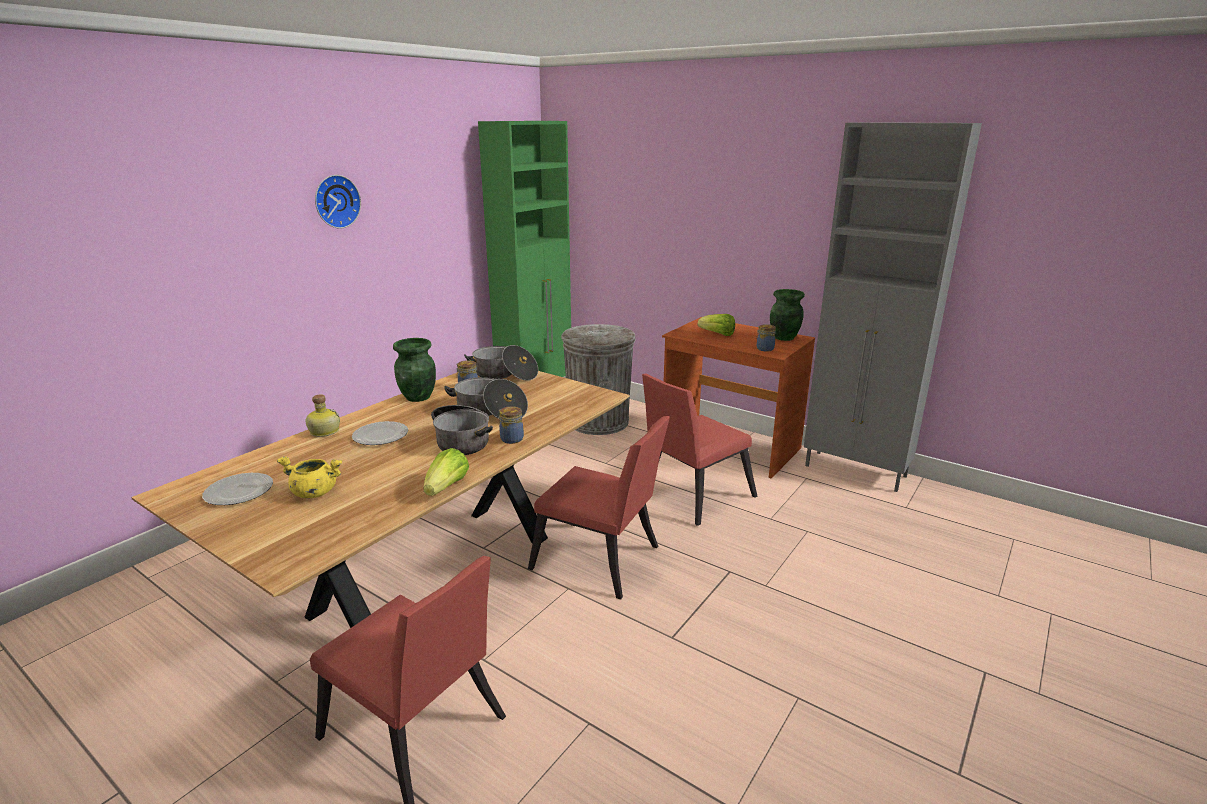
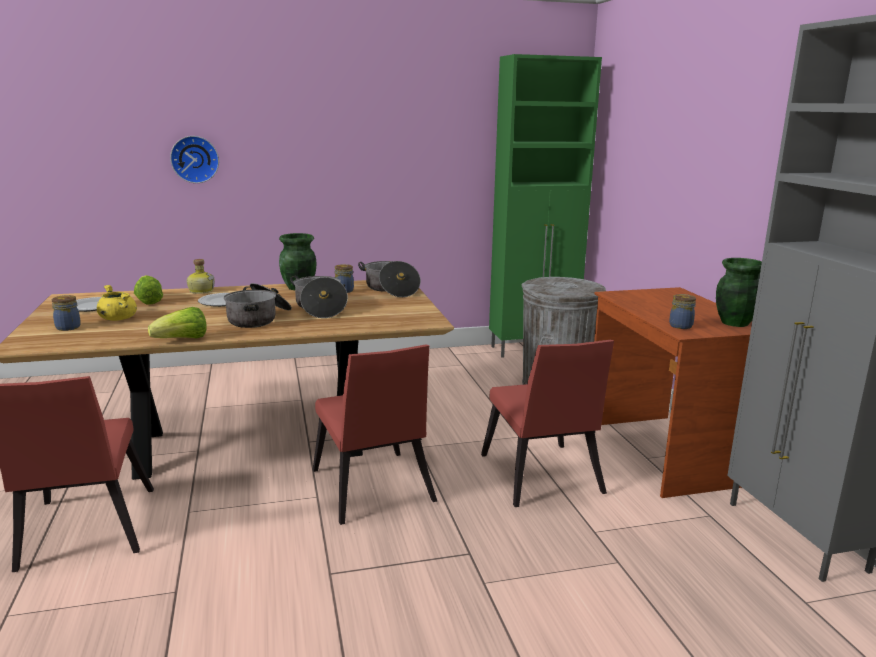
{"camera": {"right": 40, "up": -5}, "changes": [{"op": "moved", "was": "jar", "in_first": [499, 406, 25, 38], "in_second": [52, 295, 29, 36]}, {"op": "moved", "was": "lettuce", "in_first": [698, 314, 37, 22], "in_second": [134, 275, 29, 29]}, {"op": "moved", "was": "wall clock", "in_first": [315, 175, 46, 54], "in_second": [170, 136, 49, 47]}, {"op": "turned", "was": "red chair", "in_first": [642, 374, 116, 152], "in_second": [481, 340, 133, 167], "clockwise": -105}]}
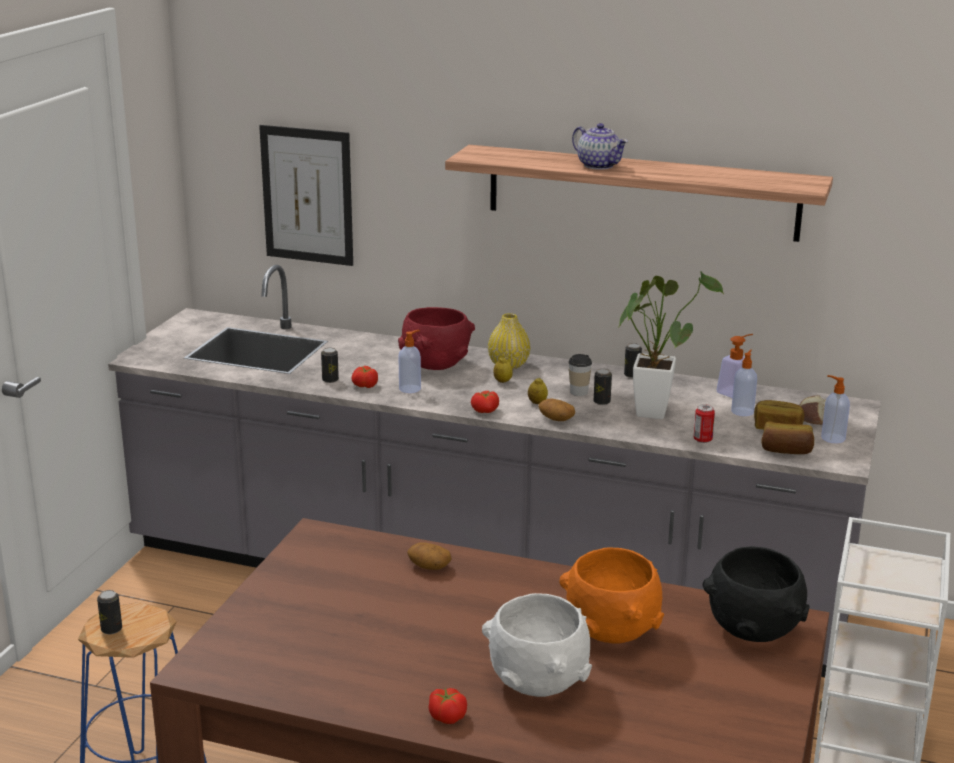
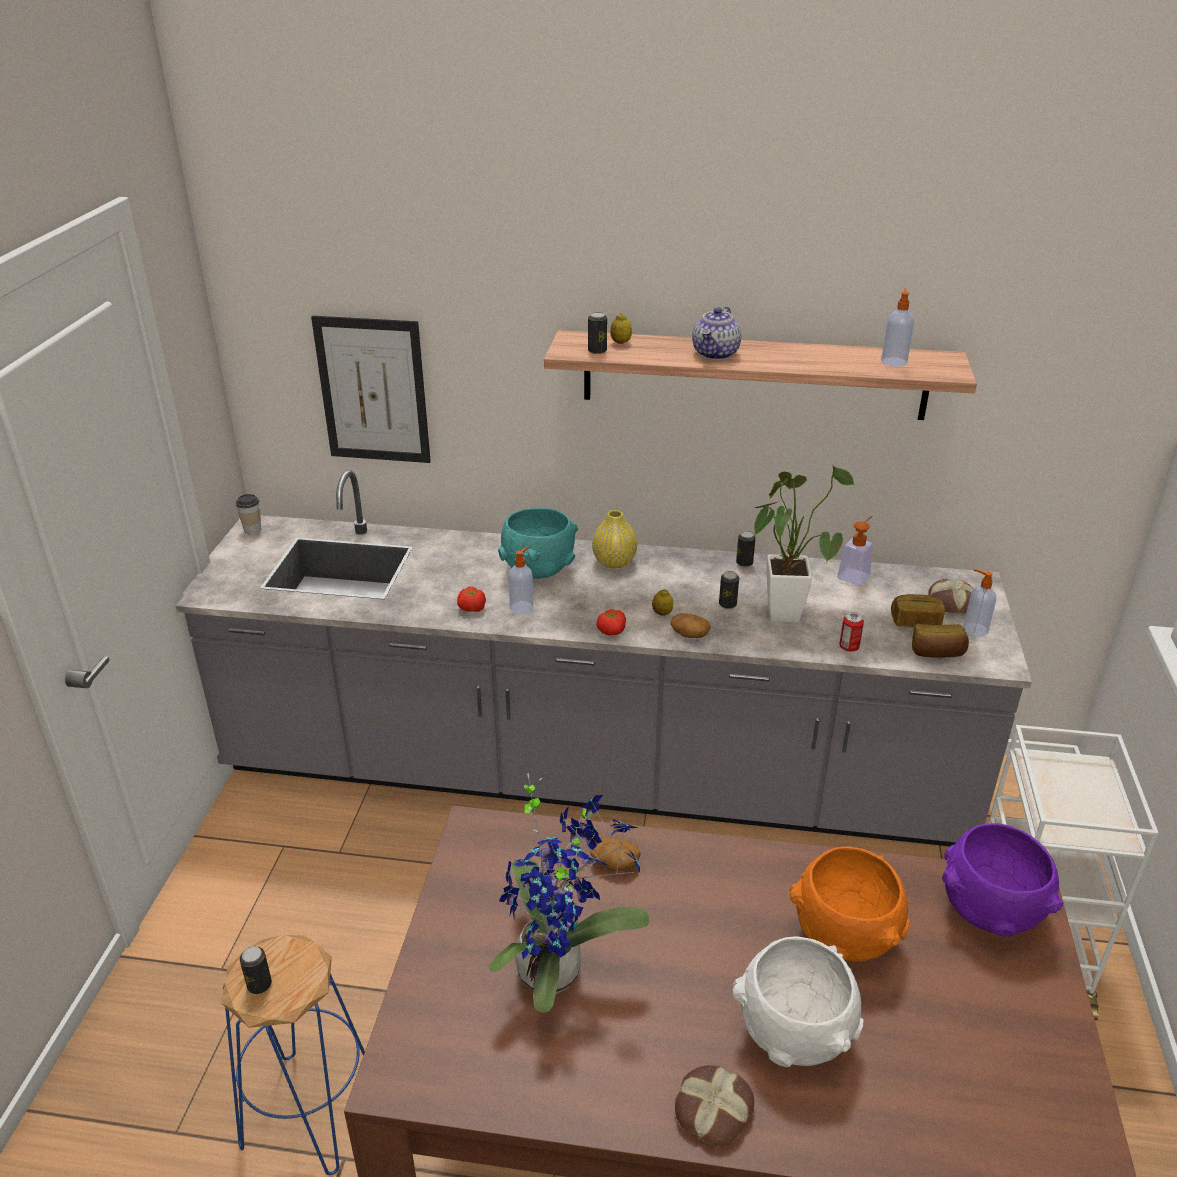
{"camera": {"right": -10, "up": 10}, "changes": [{"op": "moved", "was": "cup", "in_first": [568, 354, 24, 42], "in_second": [236, 494, 25, 41]}, {"op": "added", "now": "potted plant", "in_second": [489, 773, 161, 240]}, {"op": "recoloured", "was": "red bowl", "now": "turquoise bowl", "in_first": [398, 307, 77, 63], "in_second": [498, 508, 80, 71]}, {"op": "moved", "was": "can", "in_first": [321, 348, 18, 35], "in_second": [588, 312, 19, 42]}, {"op": "moved", "was": "lemon", "in_first": [494, 357, 19, 26], "in_second": [610, 314, 22, 30]}, {"op": "replaced", "was": "tomato", "now": "bread", "in_first": [428, 688, 39, 36], "in_second": [675, 1065, 79, 81]}, {"op": "turned", "was": "teapot", "in_first": [572, 123, 56, 47], "in_second": [692, 307, 49, 53], "clockwise": 75}, {"op": "moved", "was": "soap dispenser", "in_first": [731, 349, 26, 67], "in_second": [881, 288, 33, 79]}, {"op": "recoloured", "was": "black bowl", "now": "purple bowl", "in_first": [703, 546, 107, 96], "in_second": [942, 823, 121, 113]}]}
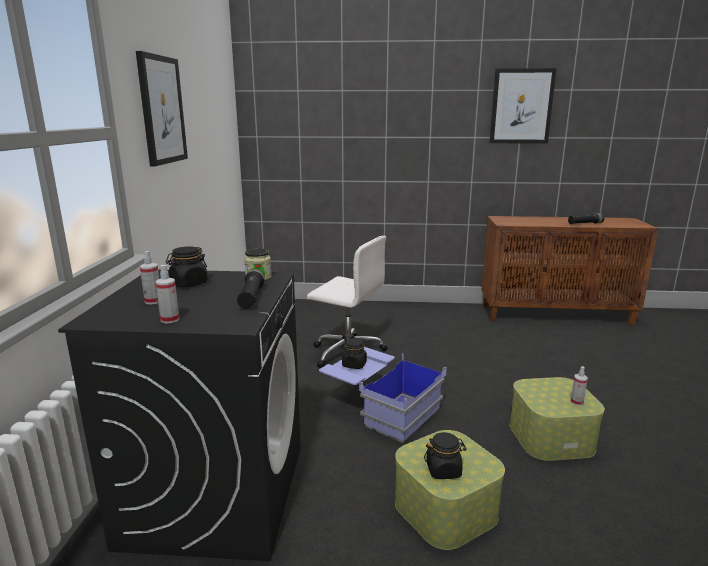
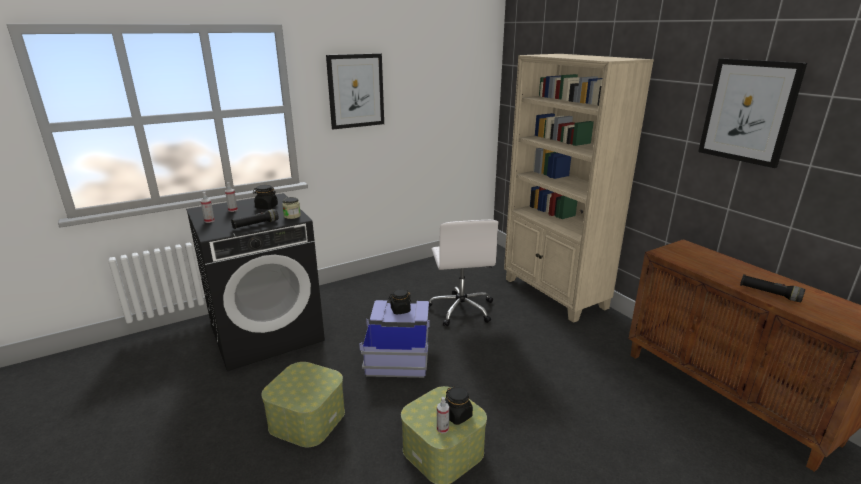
{"camera": {"right": 55, "up": 5}, "changes": [{"op": "moved", "was": "black jar", "in_first": [424, 432, 43, 47], "in_second": [445, 386, 28, 39]}, {"op": "added", "now": "beige bookcase", "in_second": [504, 54, 150, 269]}]}
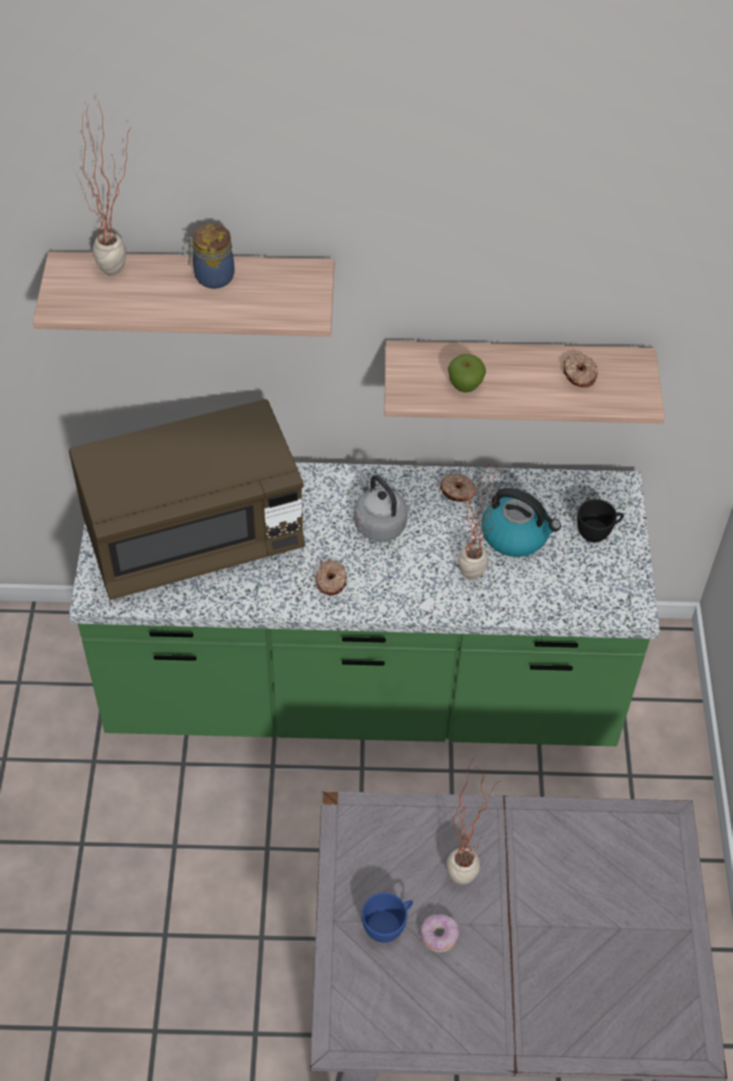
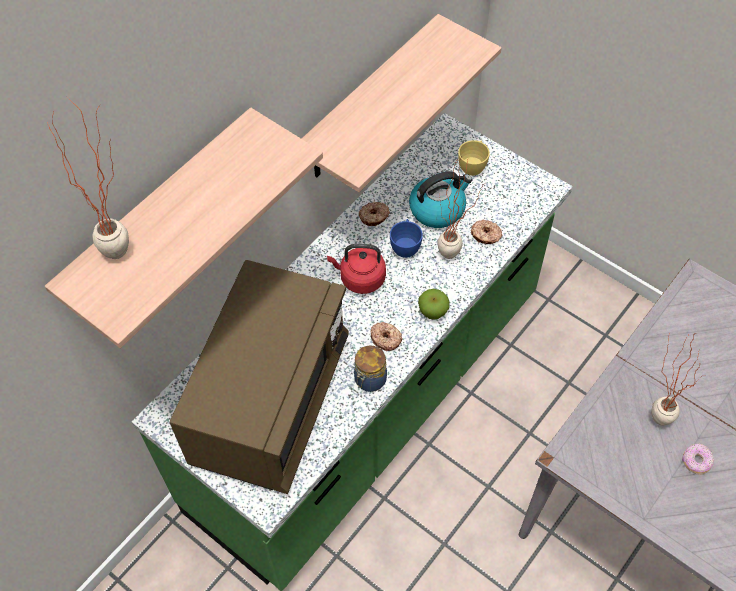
{"camera": {"right": -50, "up": 5}, "changes": [{"op": "recoloured", "was": "grey kettle", "now": "red kettle", "in_first": [354, 474, 54, 67], "in_second": [327, 244, 59, 50]}, {"op": "moved", "was": "jar", "in_first": [187, 224, 48, 65], "in_second": [354, 345, 33, 47]}, {"op": "moved", "was": "blue cup", "in_first": [362, 892, 51, 51], "in_second": [390, 219, 33, 39]}, {"op": "moved", "was": "apple", "in_first": [448, 354, 38, 38], "in_second": [418, 289, 32, 31]}, {"op": "recoloured", "was": "black cup", "now": "yellow cup", "in_first": [577, 499, 47, 44], "in_second": [458, 140, 32, 36]}, {"op": "moved", "was": "donut", "in_first": [564, 354, 34, 34], "in_second": [471, 219, 32, 25]}]}
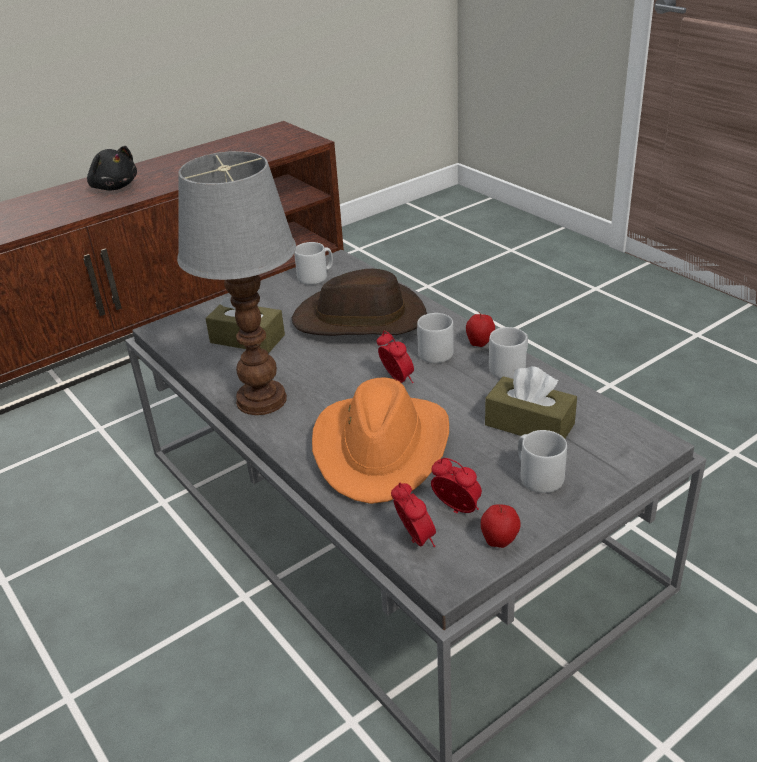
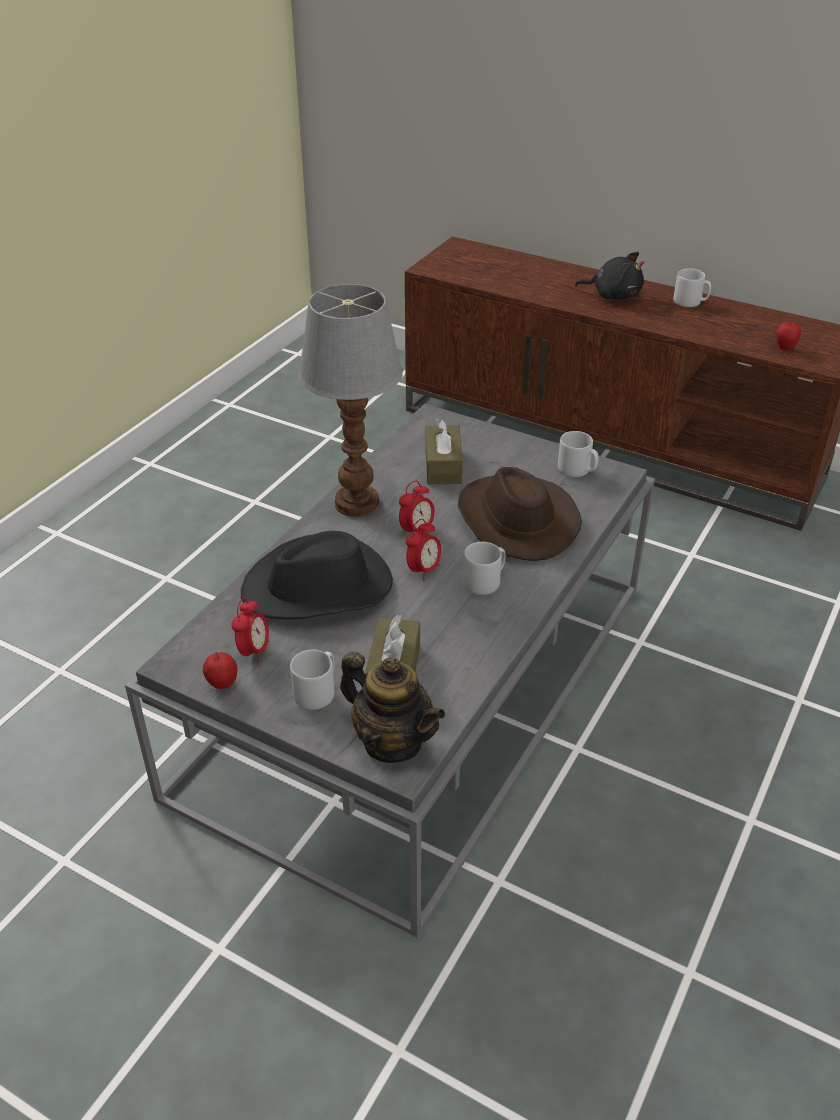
{"camera": {"right": 65, "up": 5}, "changes": [{"op": "recoloured", "was": "orange hat", "now": "black hat", "in_first": [312, 377, 137, 127], "in_second": [241, 531, 152, 88]}, {"op": "added", "now": "teapot", "in_second": [340, 651, 105, 112]}, {"op": "moved", "was": "alarm clock", "in_first": [391, 482, 45, 65], "in_second": [399, 481, 36, 52]}, {"op": "turned", "was": "black plush toy", "in_first": [87, 146, 50, 44], "in_second": [575, 252, 69, 48], "clockwise": -90}, {"op": "moved", "was": "grey mug", "in_first": [489, 327, 39, 52], "in_second": [673, 269, 38, 38]}, {"op": "moved", "was": "apple", "in_first": [466, 312, 29, 35], "in_second": [776, 319, 25, 31]}]}
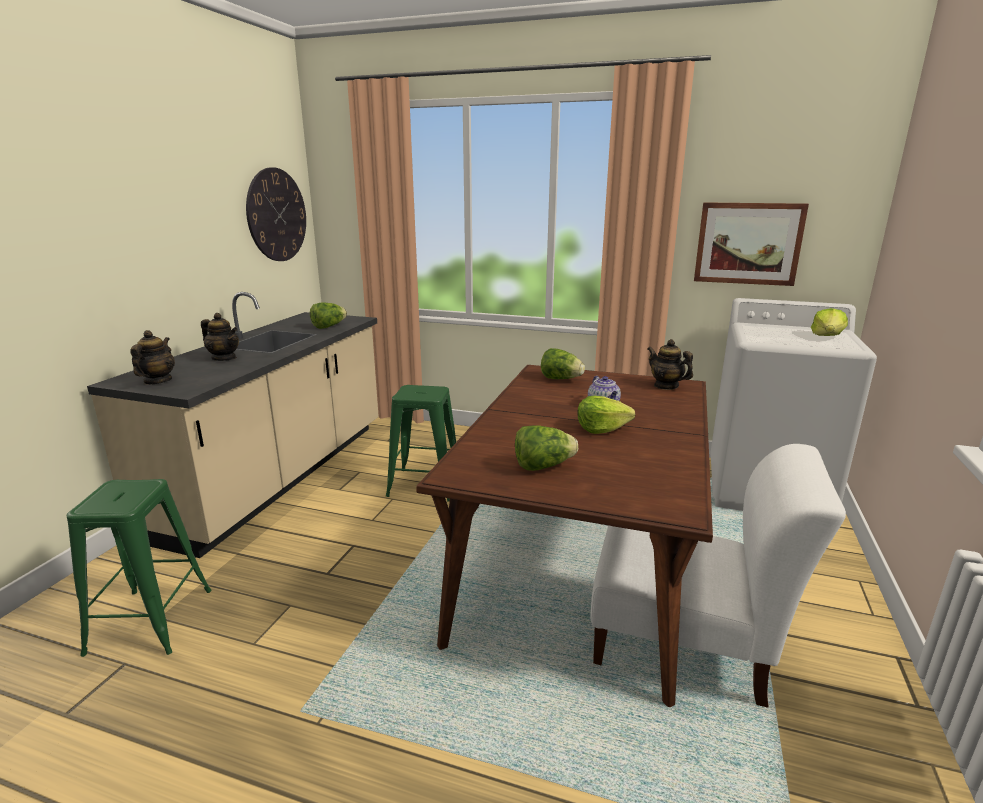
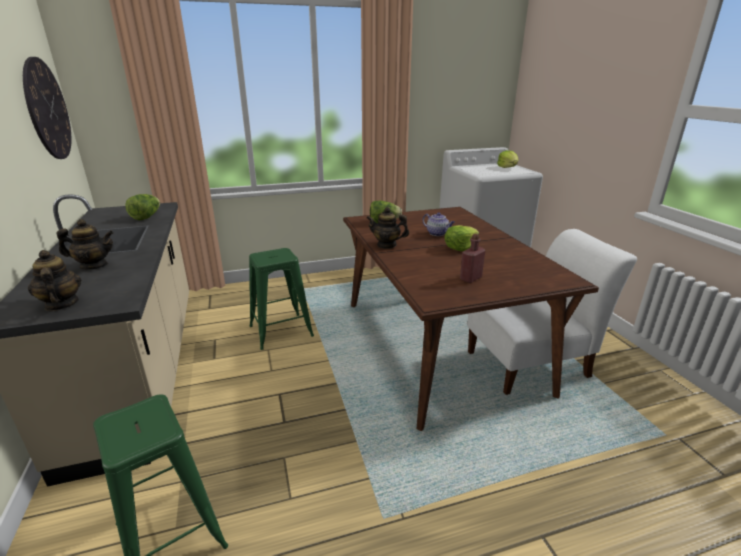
{"camera": {"right": -35, "up": 5}, "changes": [{"op": "moved", "was": "teapot", "in_first": [648, 339, 45, 51], "in_second": [367, 207, 42, 42]}, {"op": "replaced", "was": "lettuce", "now": "red bottle", "in_first": [515, 425, 63, 46], "in_second": [460, 234, 25, 49]}, {"op": "removed", "was": "picture", "in_first": [694, 202, 115, 84]}]}
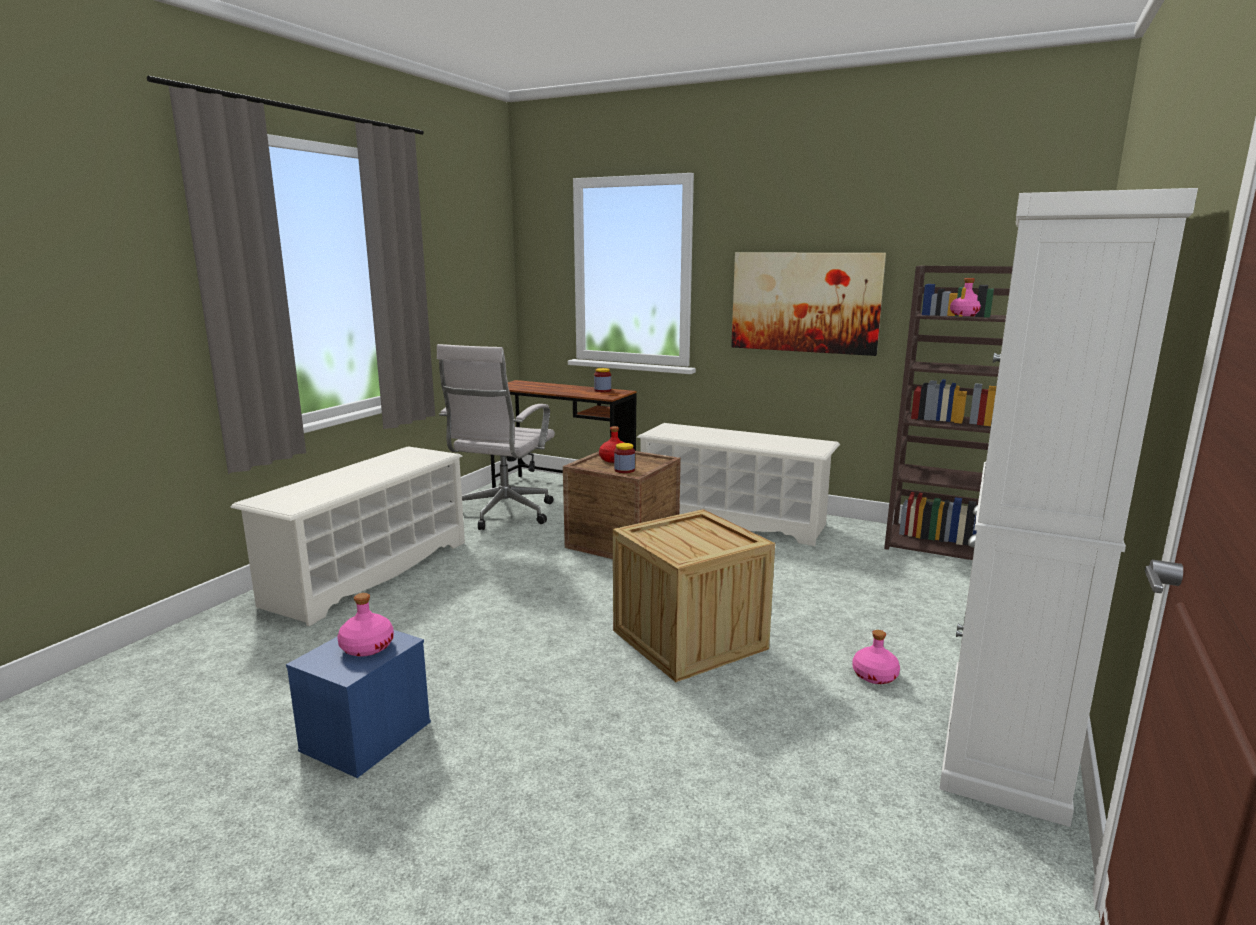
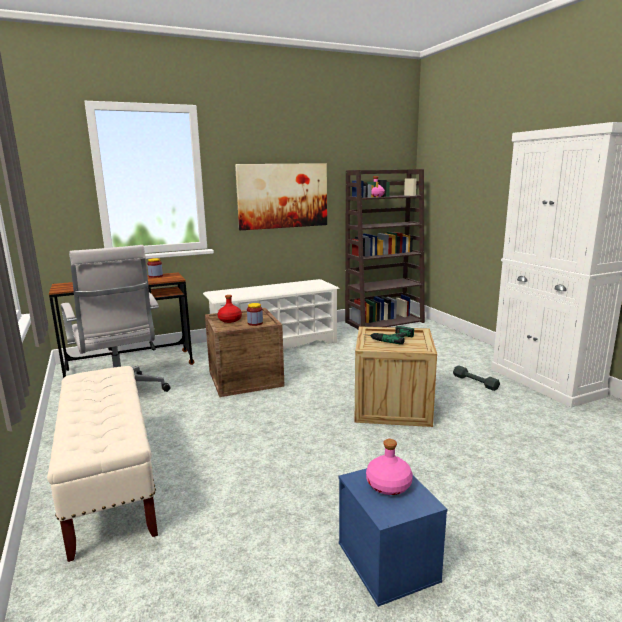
{"camera": {"right": -50, "up": 0}, "changes": [{"op": "replaced", "was": "white shoe rack", "now": "beige bench", "in_first": [230, 446, 235, 180], "in_second": [47, 366, 111, 196]}, {"op": "added", "now": "power drill", "in_second": [363, 326, 51, 19]}, {"op": "replaced", "was": "pink bottle", "now": "grey dumbbell", "in_first": [852, 630, 48, 54], "in_second": [453, 365, 47, 26]}]}
